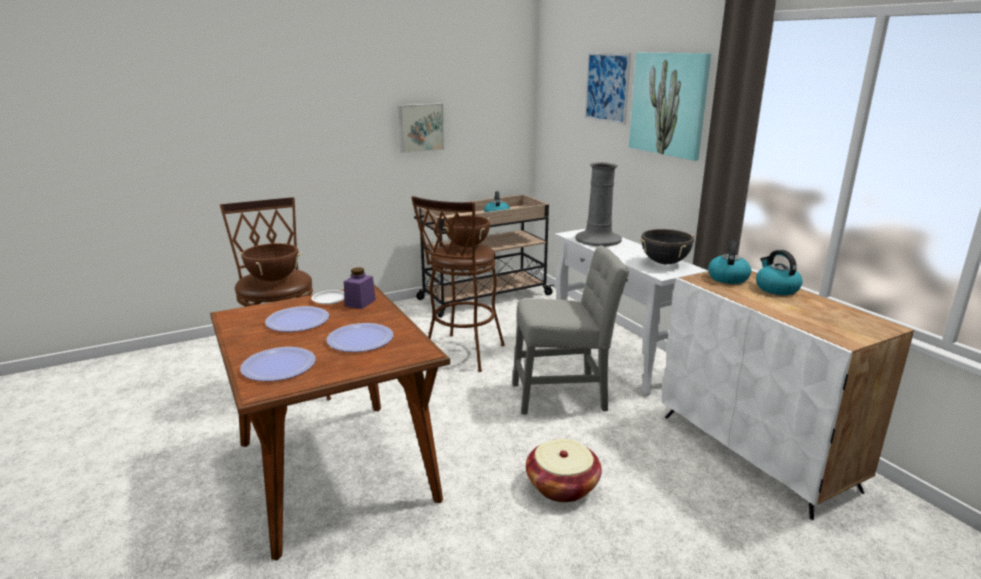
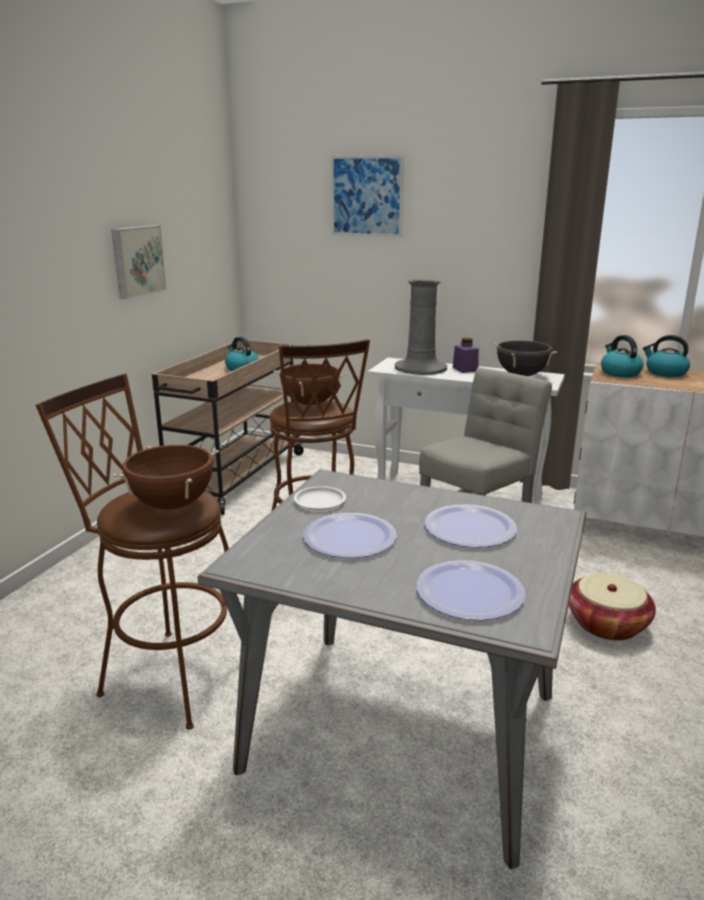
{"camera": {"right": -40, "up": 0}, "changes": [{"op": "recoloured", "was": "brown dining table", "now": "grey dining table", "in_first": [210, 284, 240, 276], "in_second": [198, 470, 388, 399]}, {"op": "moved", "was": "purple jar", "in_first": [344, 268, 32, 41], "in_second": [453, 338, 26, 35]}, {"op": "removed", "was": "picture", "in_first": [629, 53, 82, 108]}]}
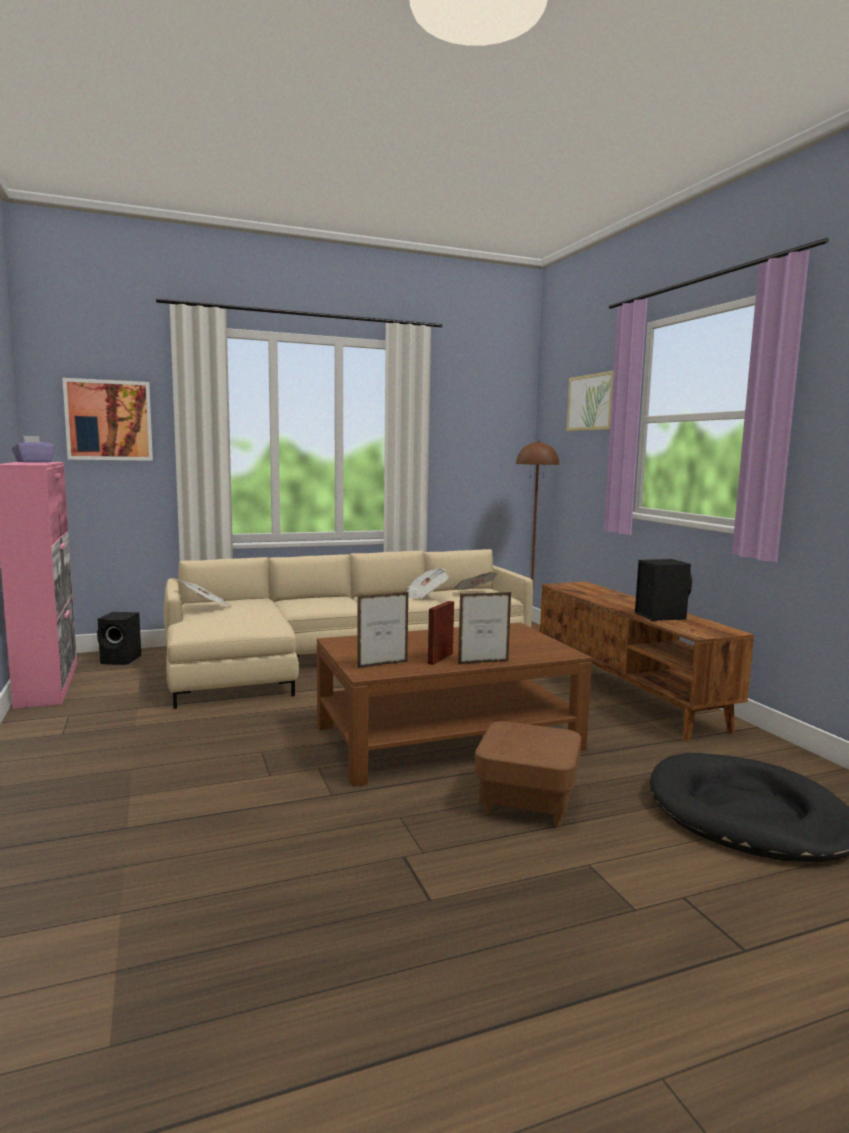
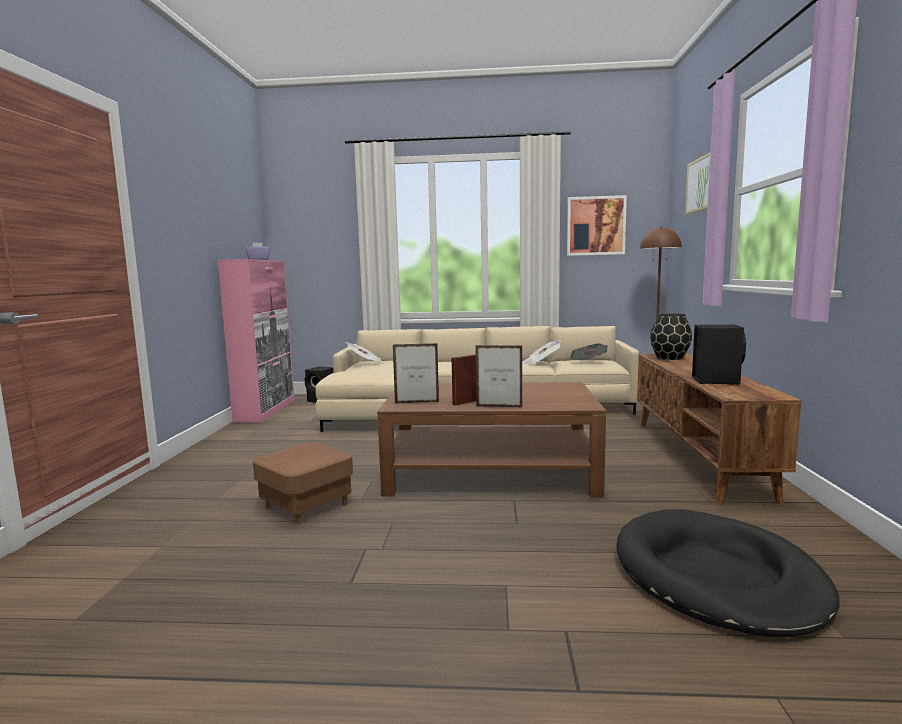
{"camera": {"right": 25, "up": 0}, "changes": [{"op": "moved", "was": "brown ottoman", "in_first": [475, 721, 106, 106], "in_second": [253, 442, 100, 82]}, {"op": "moved", "was": "picture", "in_first": [62, 378, 91, 83], "in_second": [567, 195, 60, 61]}, {"op": "added", "now": "black vase", "in_second": [650, 313, 42, 47]}]}
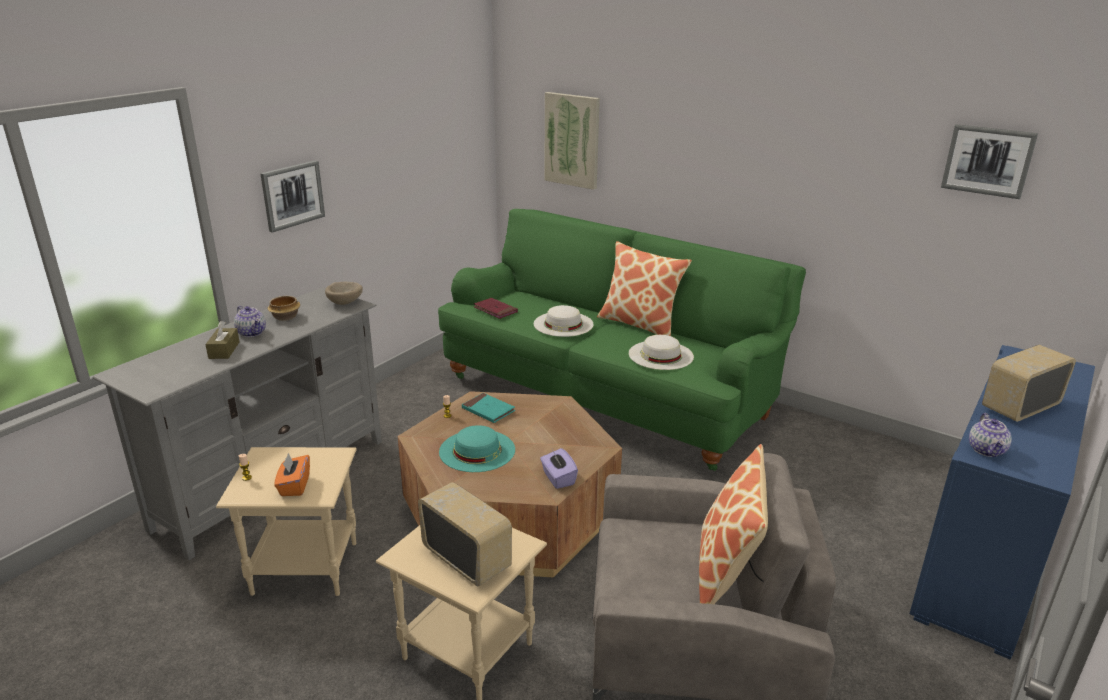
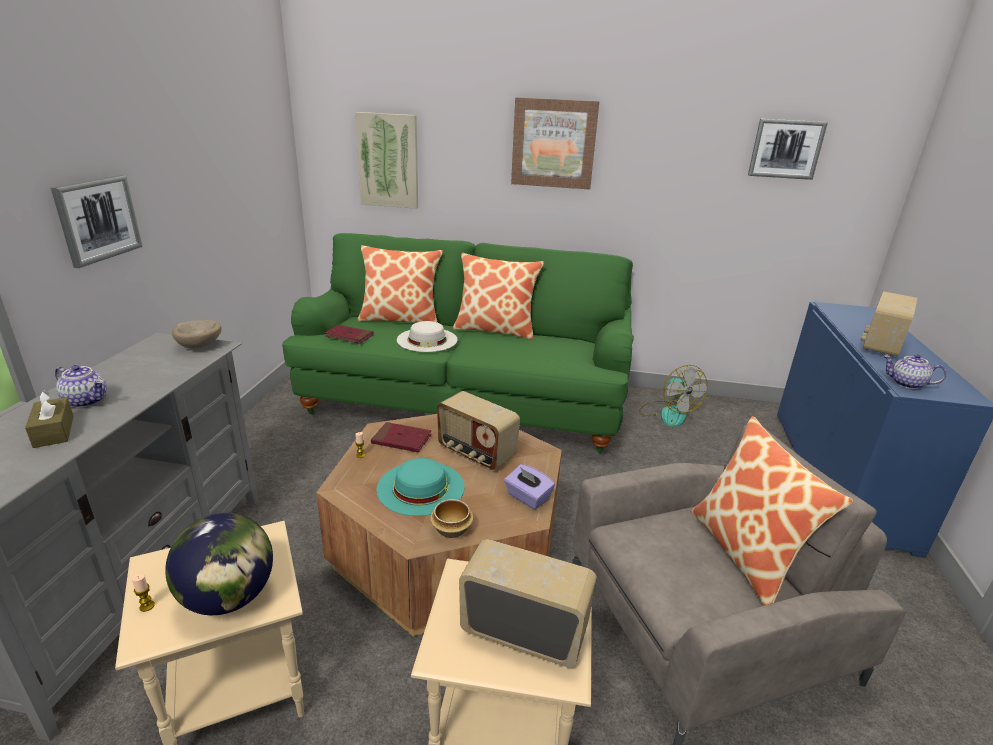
{"camera": {"right": -25, "up": 0}, "changes": [{"op": "replaced", "was": "orange tissue box", "now": "globe", "in_first": [274, 453, 36, 43], "in_second": [165, 513, 108, 102]}, {"op": "added", "now": "pillow", "in_second": [357, 245, 86, 78]}, {"op": "recoloured", "was": "turquoise book", "now": "red book", "in_first": [462, 393, 53, 30], "in_second": [371, 422, 61, 30]}, {"op": "moved", "was": "bowl", "in_first": [268, 296, 32, 25], "in_second": [430, 499, 43, 39]}, {"op": "added", "now": "radio", "in_second": [437, 391, 83, 79]}, {"op": "added", "now": "picture", "in_second": [511, 98, 88, 92]}, {"op": "added", "now": "fan", "in_second": [639, 365, 69, 62]}, {"op": "turned", "was": "teapot", "in_first": [969, 413, 42, 44], "in_second": [884, 354, 63, 35], "clockwise": 135}, {"op": "removed", "was": "white hat", "in_first": [629, 335, 65, 35]}]}
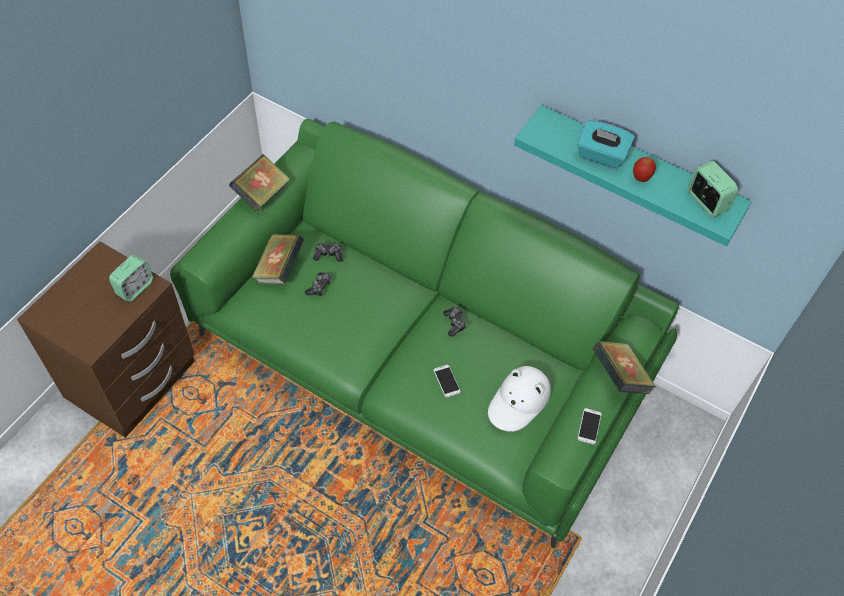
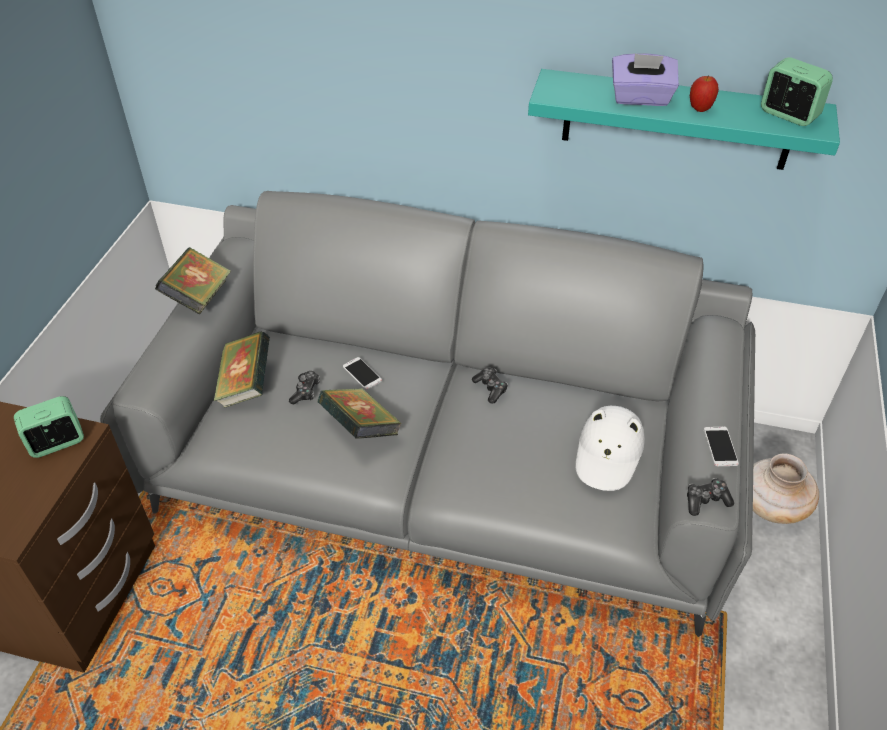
{"camera": {"right": -15, "up": -10}, "changes": [{"op": "turned", "was": "alarm clock", "in_first": [109, 255, 44, 47], "in_second": [14, 396, 70, 62], "clockwise": -135}, {"op": "recoloured", "was": "green sofa", "now": "grey sofa", "in_first": [170, 119, 509, 429], "in_second": [100, 191, 655, 446]}, {"op": "moved", "was": "book", "in_first": [592, 341, 64, 53], "in_second": [318, 388, 84, 51]}, {"op": "moved", "was": "phone", "in_first": [434, 365, 27, 33], "in_second": [343, 357, 39, 33]}, {"op": "recoloured", "was": "turquoise tissue box", "now": "purple tissue box", "in_first": [577, 120, 58, 49], "in_second": [612, 53, 67, 53]}, {"op": "moved", "was": "game controller", "in_first": [313, 242, 30, 20], "in_second": [687, 478, 47, 38]}, {"op": "added", "now": "beige vase", "in_second": [753, 454, 66, 70]}]}
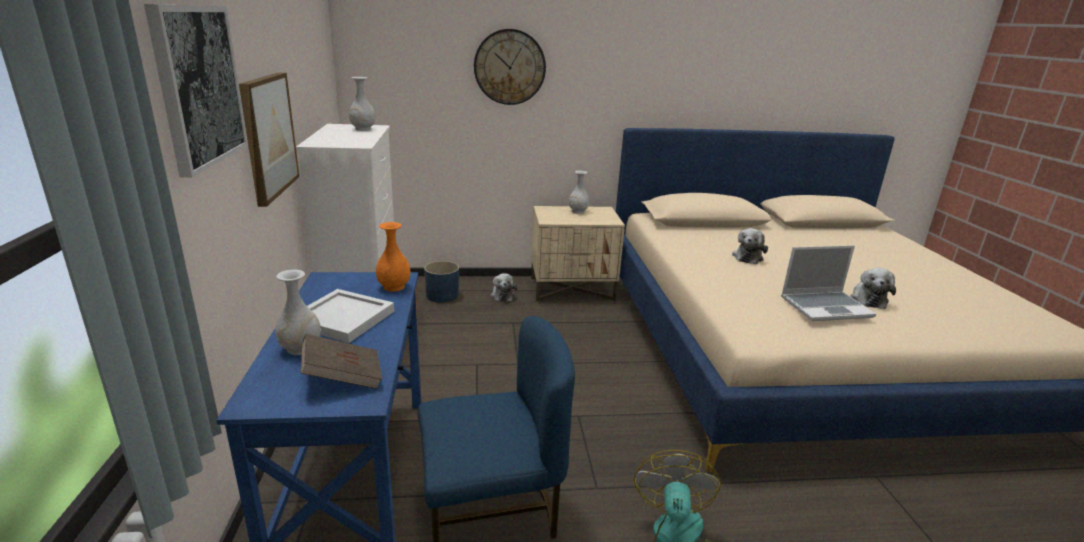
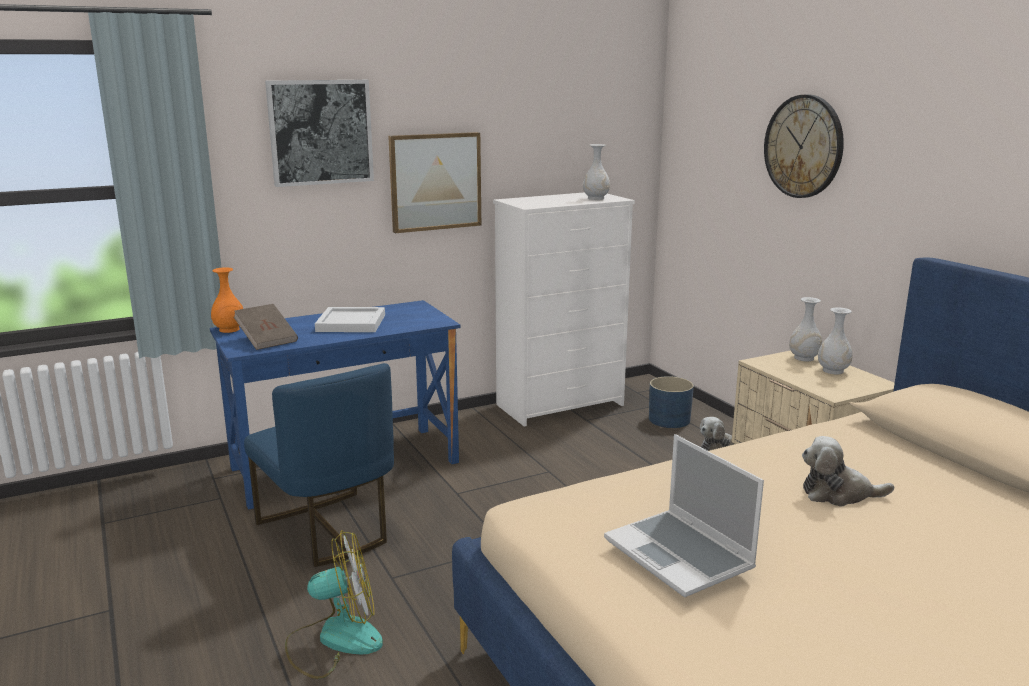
{"camera": {"right": 70, "up": -5}, "changes": [{"op": "moved", "was": "orange vase", "in_first": [376, 222, 35, 70], "in_second": [211, 267, 32, 66]}, {"op": "moved", "was": "white vase", "in_first": [275, 270, 46, 85], "in_second": [789, 297, 33, 64]}, {"op": "removed", "was": "plush toy", "in_first": [850, 268, 46, 41]}]}
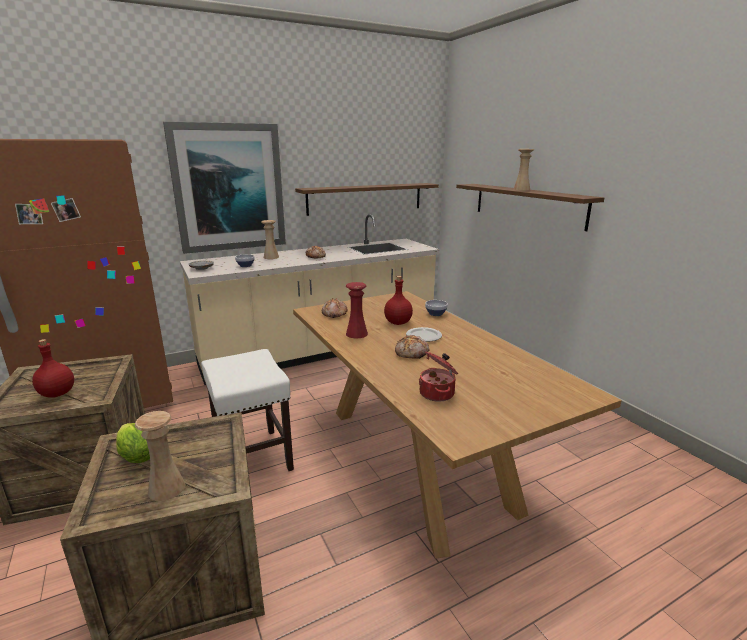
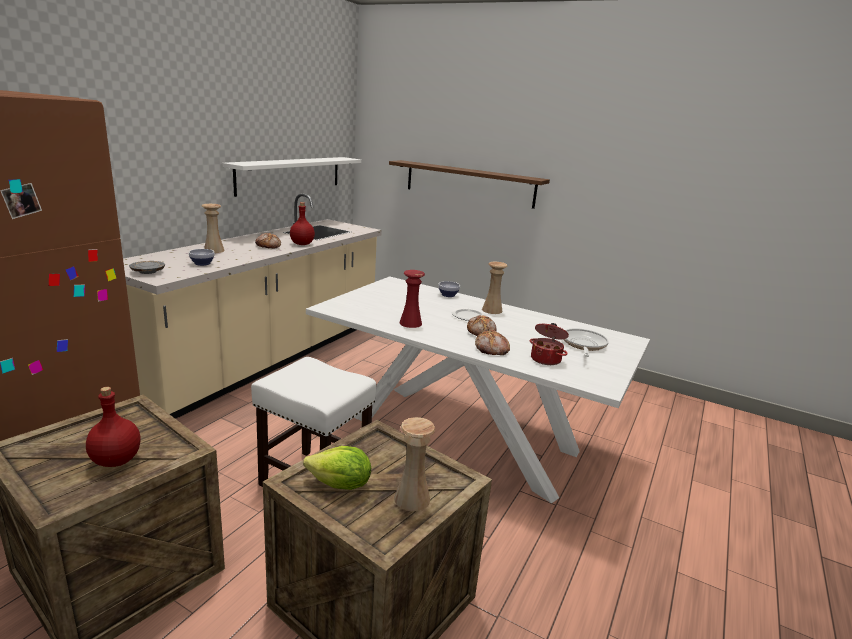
{"camera": {"right": -35, "up": 0}, "changes": [{"op": "recoloured", "was": "brown shelf", "now": "white shelf", "in_first": [295, 183, 144, 33], "in_second": [222, 157, 139, 40]}, {"op": "moved", "was": "red bottle", "in_first": [384, 276, 29, 49], "in_second": [290, 202, 25, 43]}, {"op": "recoloured", "was": "brown dining table", "now": "white dining table", "in_first": [293, 291, 329, 268], "in_second": [306, 276, 344, 227]}, {"op": "moved", "was": "bread", "in_first": [322, 298, 25, 20], "in_second": [475, 330, 35, 25]}, {"op": "moved", "was": "beige vase", "in_first": [513, 149, 21, 42], "in_second": [482, 262, 25, 52]}, {"op": "added", "now": "frying pan", "in_second": [563, 328, 46, 29]}, {"op": "removed", "was": "picture", "in_first": [163, 122, 123, 132]}]}
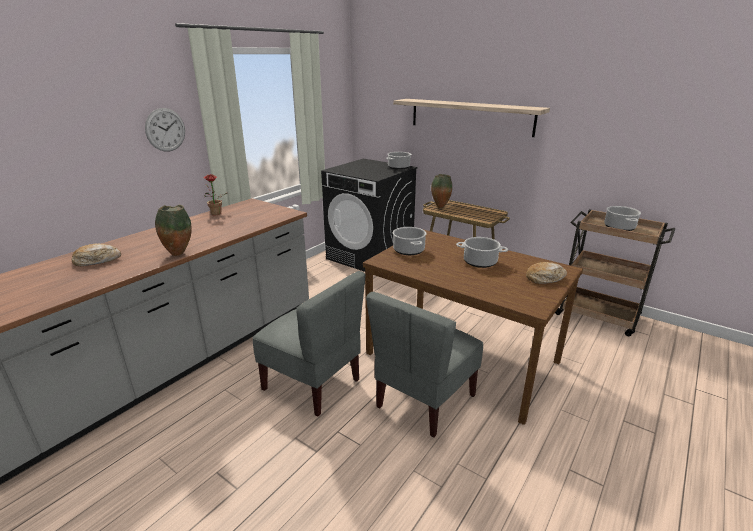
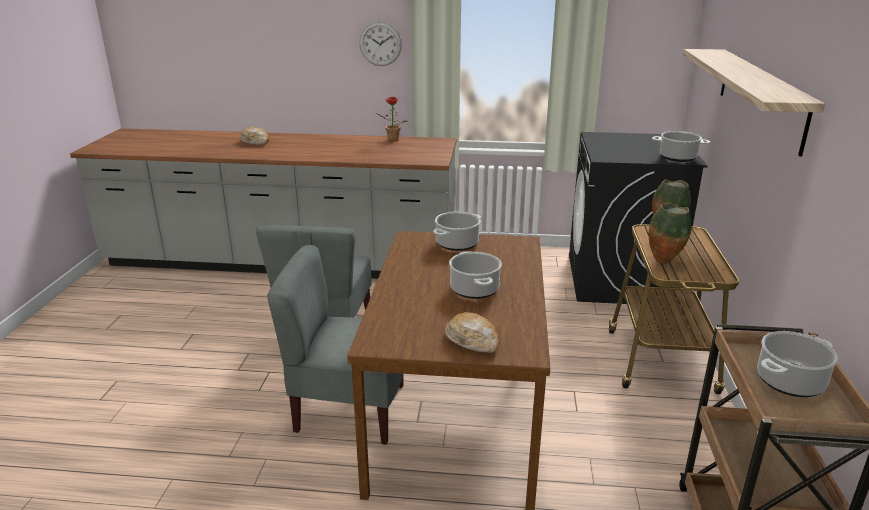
{"camera": {"right": 60, "up": 0}, "changes": [{"op": "moved", "was": "vase", "in_first": [155, 205, 37, 51], "in_second": [649, 203, 43, 61]}]}
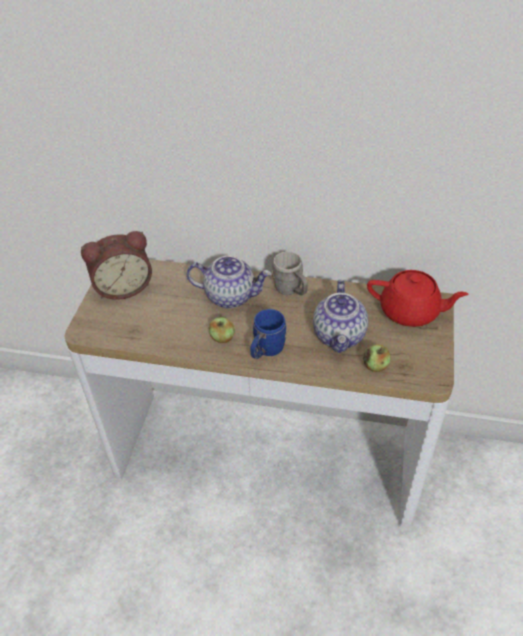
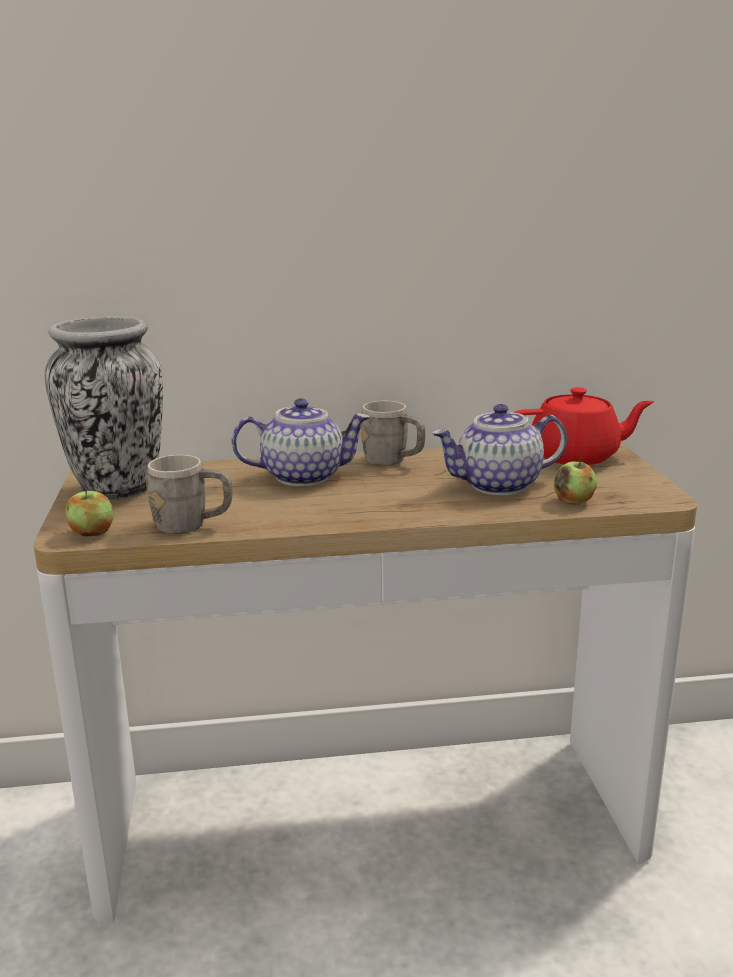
{"camera": {"right": -20, "up": -25}, "changes": [{"op": "replaced", "was": "alarm clock", "now": "vase", "in_first": [81, 231, 71, 69], "in_second": [45, 316, 118, 185]}, {"op": "moved", "was": "apple", "in_first": [209, 316, 25, 27], "in_second": [65, 488, 48, 48]}, {"op": "added", "now": "grey mug", "in_second": [145, 455, 87, 79]}, {"op": "turned", "was": "teapot", "in_first": [313, 280, 55, 73], "in_second": [432, 404, 135, 91], "clockwise": 90}, {"op": "removed", "was": "blue mug", "in_first": [250, 309, 37, 50]}]}
